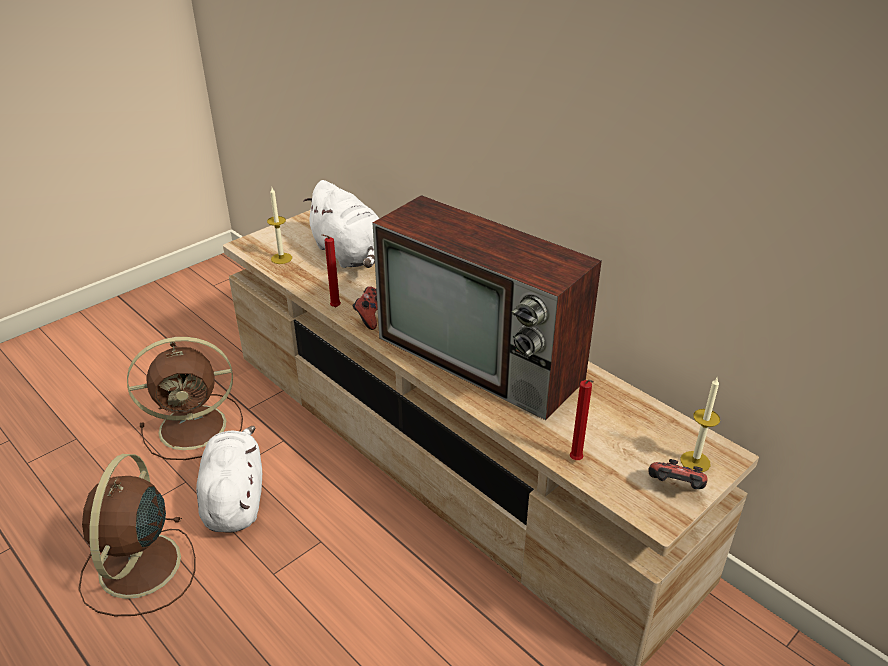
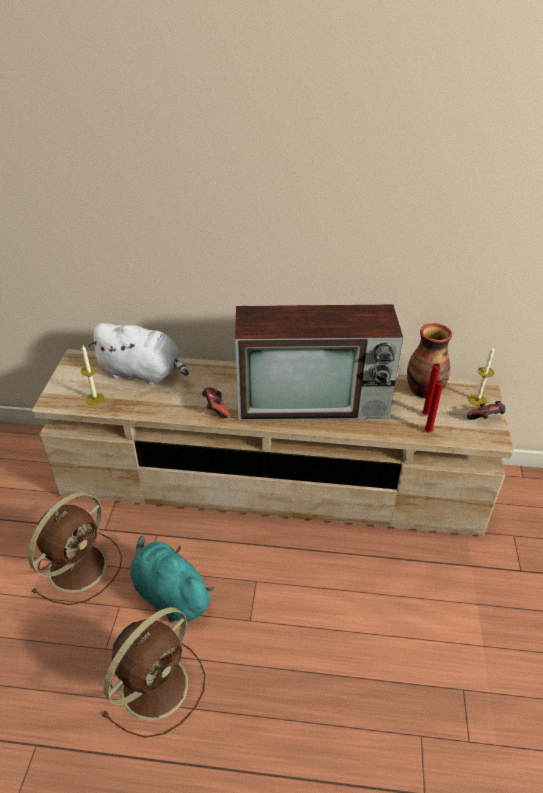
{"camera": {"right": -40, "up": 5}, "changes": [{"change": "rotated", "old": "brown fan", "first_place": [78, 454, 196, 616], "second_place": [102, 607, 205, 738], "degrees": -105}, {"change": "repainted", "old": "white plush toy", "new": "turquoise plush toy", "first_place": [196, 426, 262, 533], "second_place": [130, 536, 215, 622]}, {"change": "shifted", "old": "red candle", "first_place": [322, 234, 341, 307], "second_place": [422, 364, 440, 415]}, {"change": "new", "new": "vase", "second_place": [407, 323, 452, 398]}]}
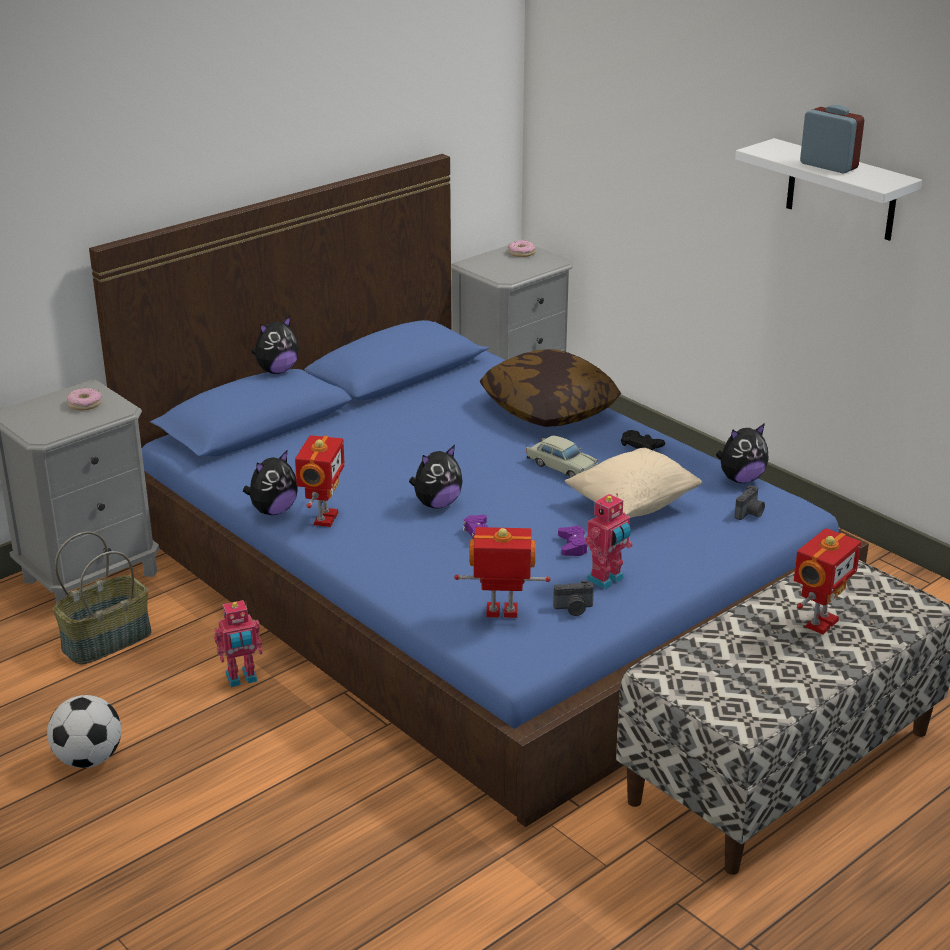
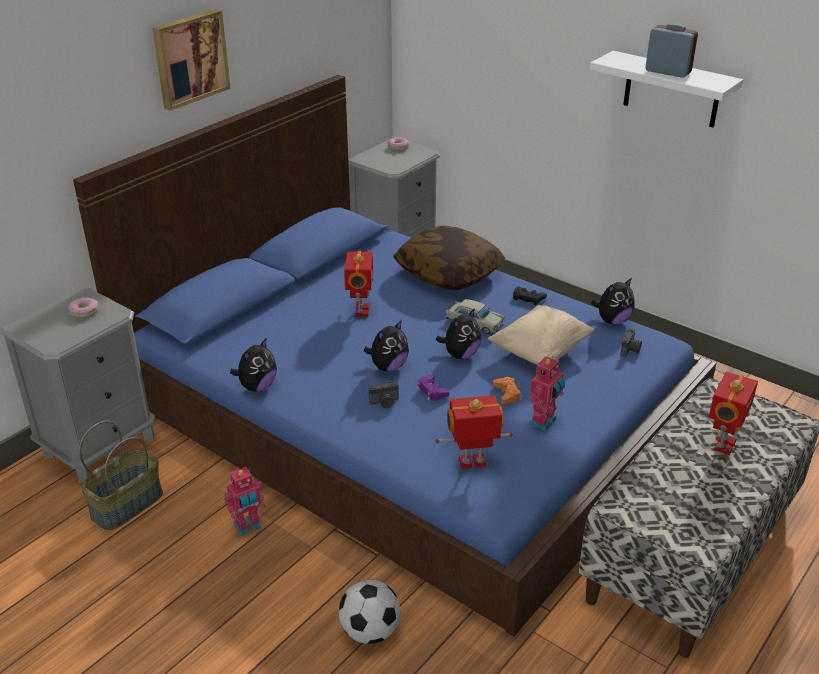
{"camera": {"right": -10, "up": 5}, "changes": [{"change": "shifted", "old": "football", "first_place": [47, 695, 122, 768], "second_place": [339, 580, 400, 644]}, {"change": "shifted", "old": "plush toy", "first_place": [252, 316, 299, 374], "second_place": [436, 308, 481, 359]}, {"change": "shifted", "old": "toy robot", "first_place": [295, 435, 345, 527], "second_place": [344, 251, 373, 317]}, {"change": "shifted", "old": "photo camera", "first_place": [553, 581, 594, 616], "second_place": [369, 381, 399, 408]}, {"change": "repainted", "old": "purple game controller", "new": "orange game controller", "first_place": [558, 526, 588, 556], "second_place": [493, 377, 521, 404]}, {"change": "new", "new": "picture", "second_place": [152, 9, 231, 111]}]}
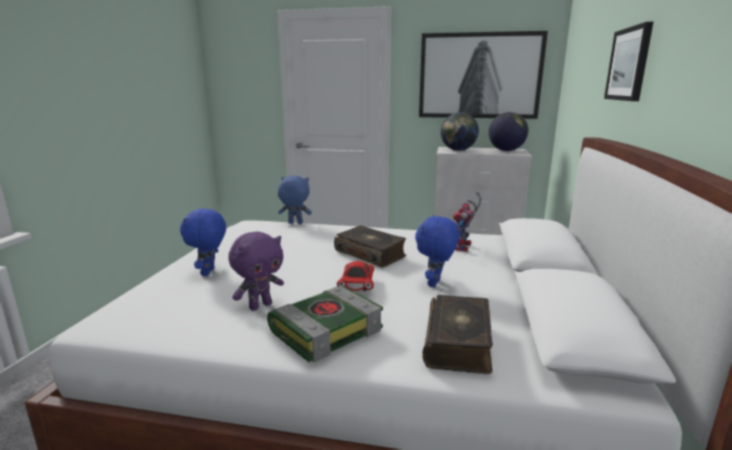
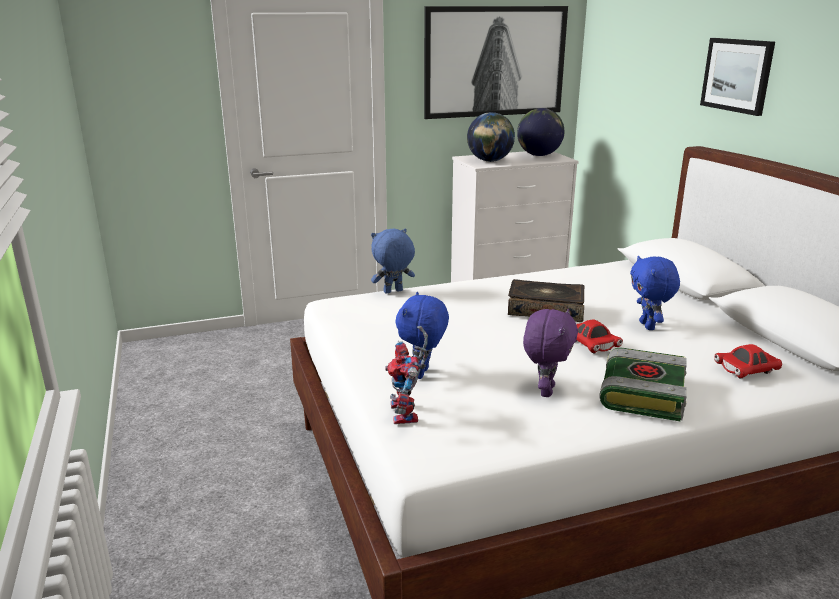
{"camera": {"right": -30, "up": 5}, "changes": [{"change": "rotated", "old": "blue plush toy", "first_place": [180, 208, 226, 276], "second_place": [396, 292, 449, 379], "degrees": 45}, {"change": "swapped", "old": "book", "new": "red toy car", "first_place": [422, 295, 493, 374], "second_place": [714, 344, 782, 379]}, {"change": "shifted", "old": "toy robot", "first_place": [453, 192, 481, 252], "second_place": [385, 326, 428, 424]}]}
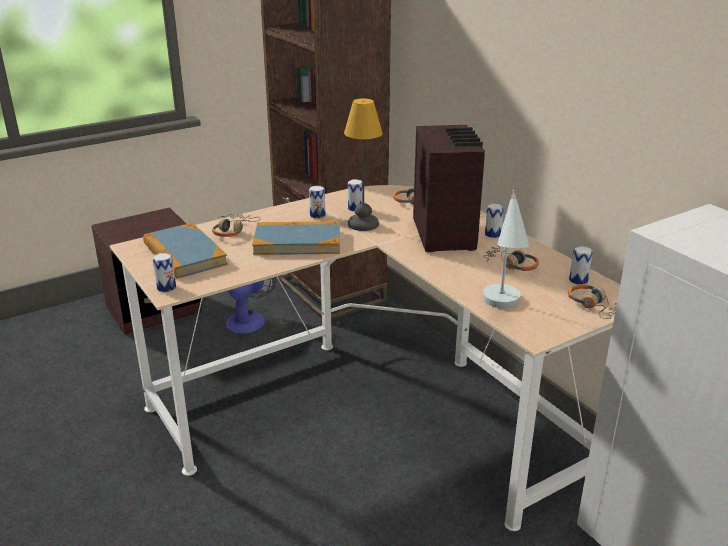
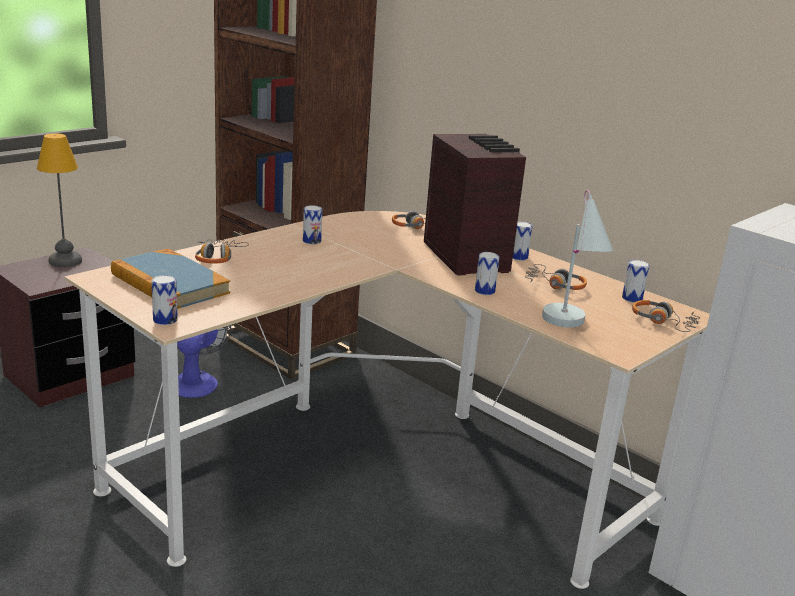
{"camera": {"right": -15, "up": -5}, "changes": [{"change": "gone", "old": "book", "first_place": [252, 221, 340, 255]}, {"change": "shifted", "old": "table lamp", "first_place": [344, 98, 383, 231], "second_place": [37, 133, 82, 267]}, {"change": "shifted", "old": "can", "first_place": [348, 179, 362, 212], "second_place": [475, 252, 500, 295]}]}
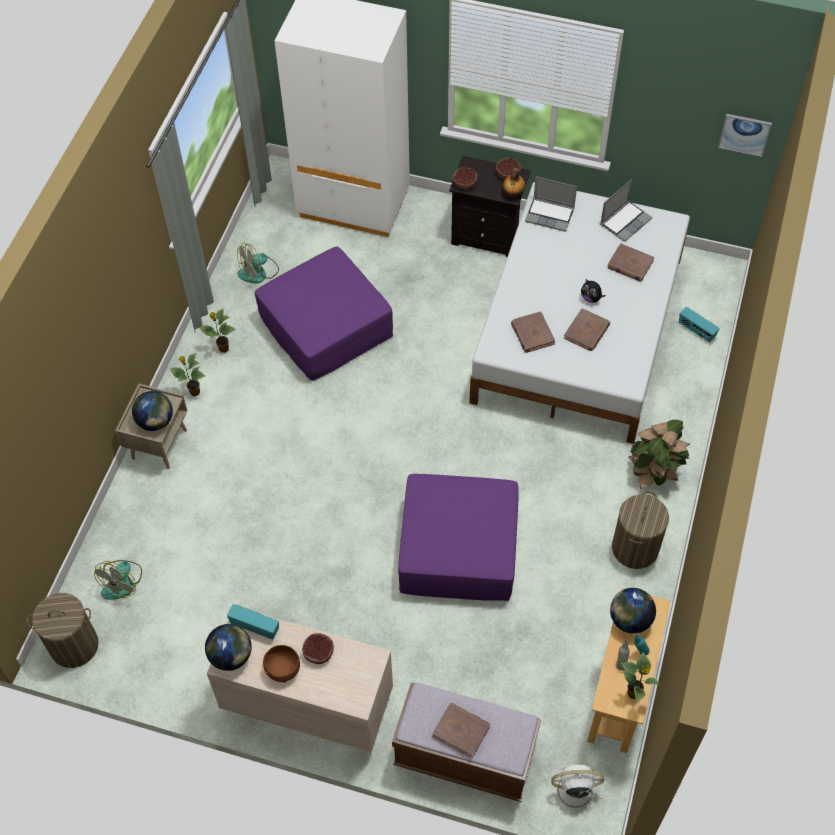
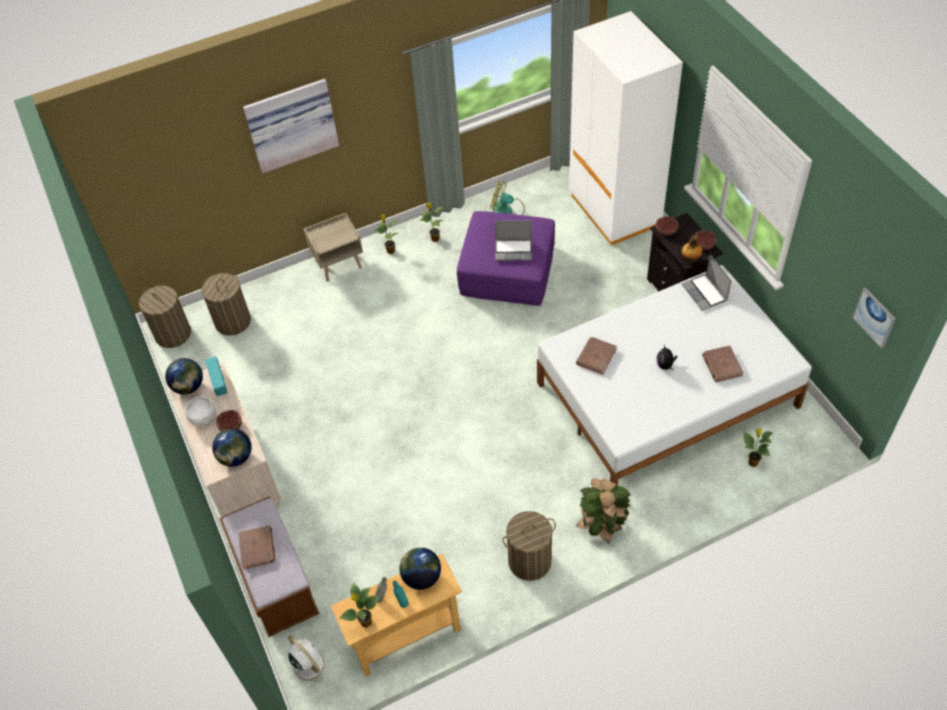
{"camera": {"right": 50, "up": -5}, "changes": [{"change": "swapped", "old": "fan", "new": "laundry basket", "first_place": [94, 560, 142, 600], "second_place": [201, 272, 251, 335]}, {"change": "shifted", "old": "globe", "first_place": [132, 391, 173, 431], "second_place": [212, 428, 252, 467]}, {"change": "repainted", "old": "brown bowl", "new": "white bowl", "first_place": [263, 645, 300, 683], "second_place": [184, 397, 215, 425]}, {"change": "gone", "old": "purple ottoman", "first_place": [398, 474, 519, 601]}, {"change": "gone", "old": "brown book", "first_place": [564, 308, 610, 351]}, {"change": "shifted", "old": "laptop", "first_place": [600, 179, 652, 242], "second_place": [495, 220, 532, 261]}, {"change": "swapped", "old": "radio", "new": "potted plant", "first_place": [679, 307, 720, 342], "second_place": [743, 428, 774, 467]}, {"change": "new", "new": "picture", "second_place": [243, 79, 339, 173]}]}
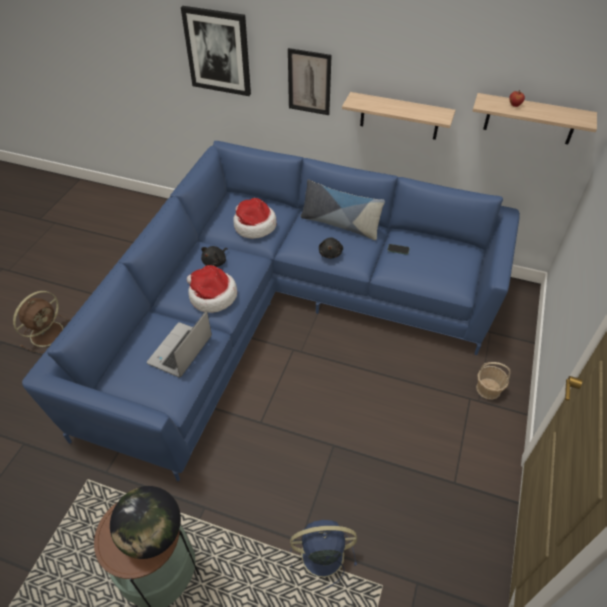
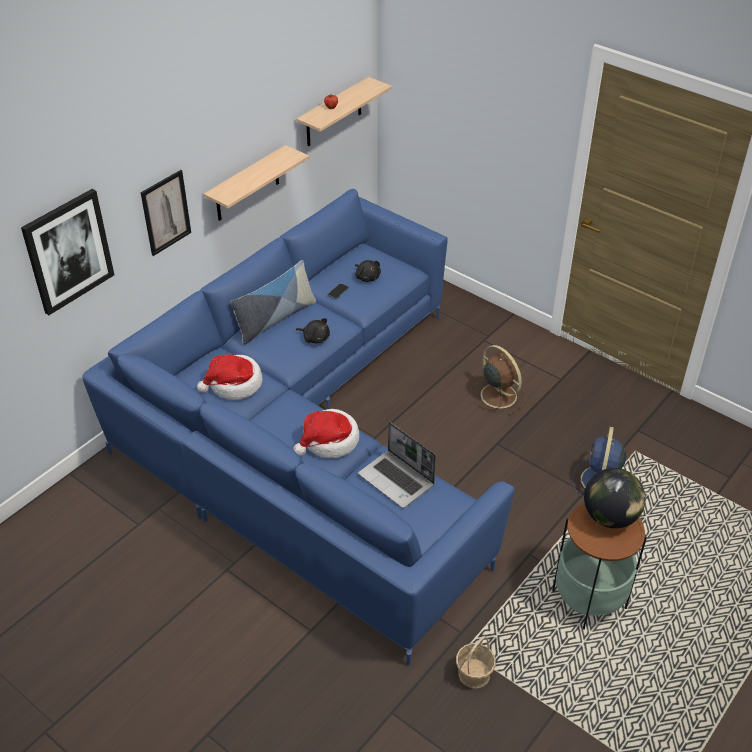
{"camera": {"right": -70, "up": -5}, "changes": [{"change": "shifted", "old": "brown fan", "first_place": [13, 291, 69, 353], "second_place": [470, 345, 525, 415]}, {"change": "shifted", "old": "black plush toy", "first_place": [201, 246, 228, 267], "second_place": [355, 260, 381, 282]}, {"change": "shifted", "old": "basket", "first_place": [476, 362, 510, 400], "second_place": [456, 635, 496, 689]}]}
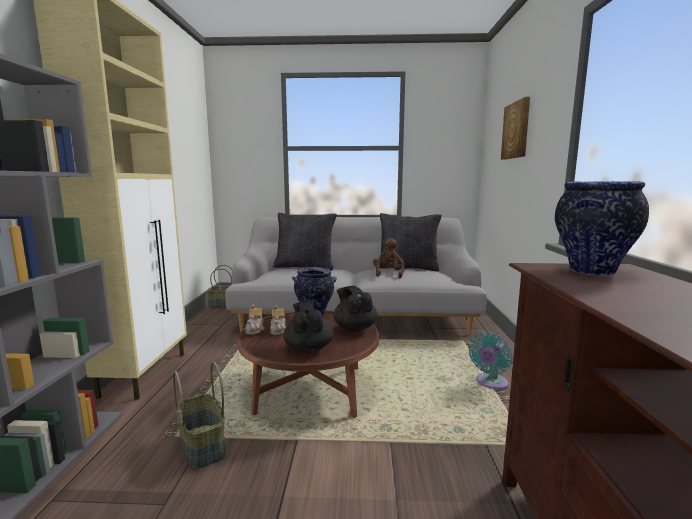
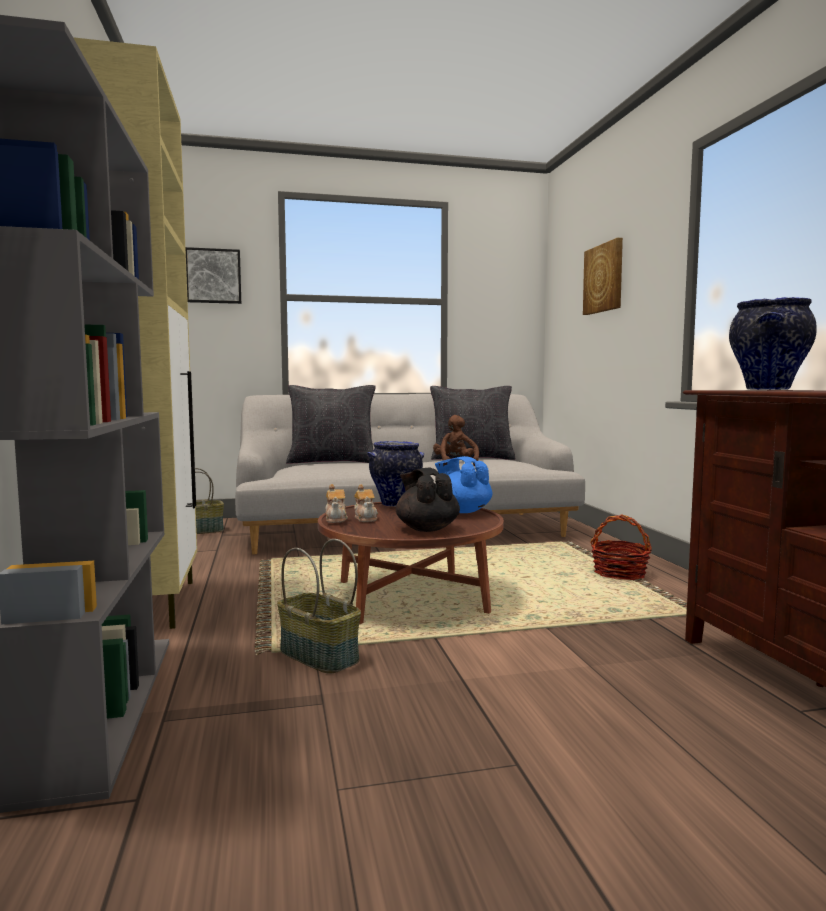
{"camera": {"right": -15, "up": -5}, "changes": [{"change": "repainted", "old": "black teapot", "new": "blue teapot", "first_place": [333, 286, 378, 332], "second_place": [435, 456, 492, 513]}, {"change": "swapped", "old": "turquoise fan", "new": "basket", "first_place": [468, 332, 512, 390], "second_place": [590, 514, 652, 580]}, {"change": "new", "new": "picture", "second_place": [185, 247, 241, 304]}]}
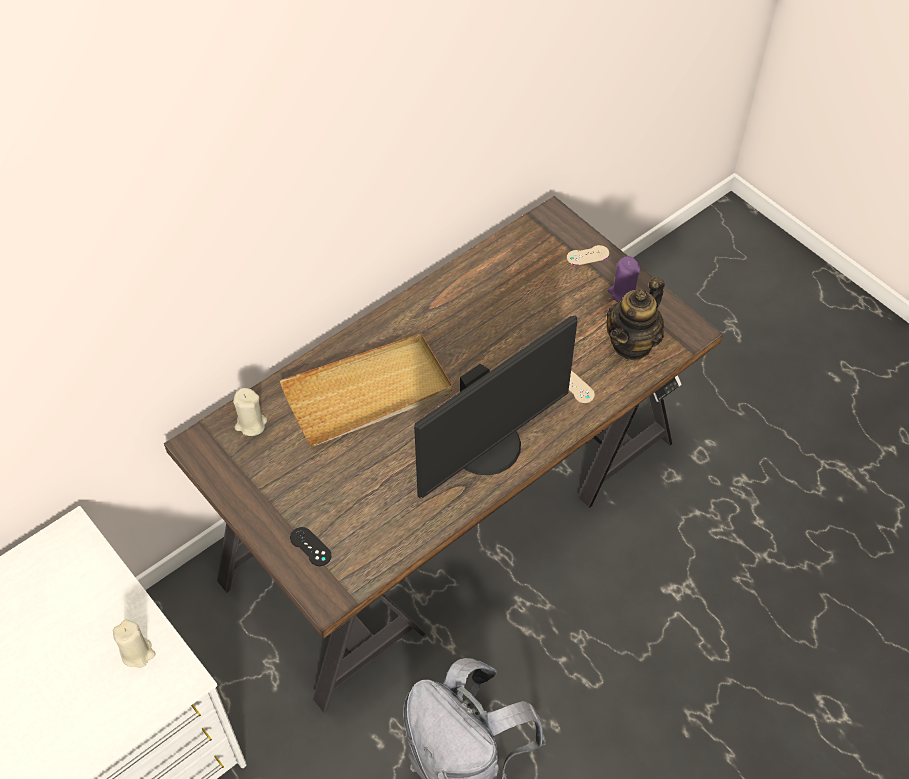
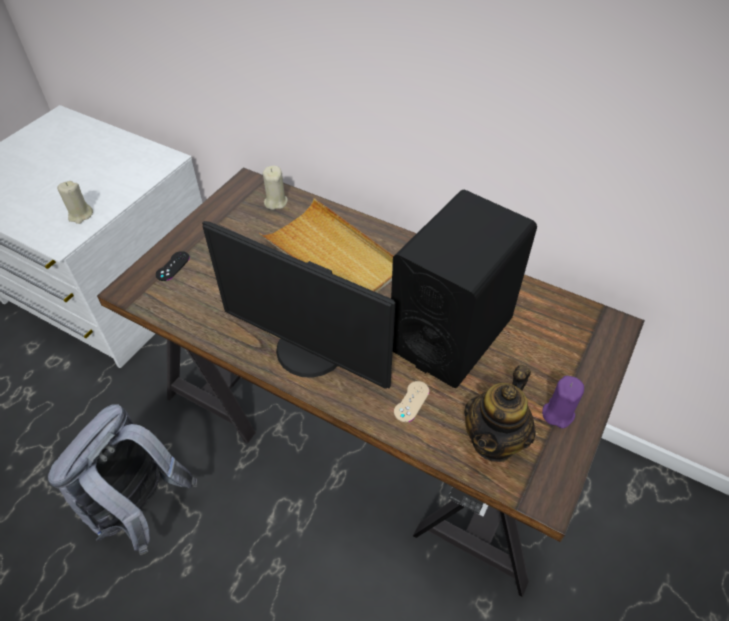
{"camera": {"right": 70, "up": -5}, "changes": [{"change": "gone", "old": "beige game controller", "first_place": [567, 245, 609, 265]}, {"change": "rotated", "old": "teapot", "first_place": [606, 277, 665, 361], "second_place": [464, 365, 536, 462], "degrees": -75}, {"change": "new", "new": "black speaker", "second_place": [391, 190, 537, 388]}]}
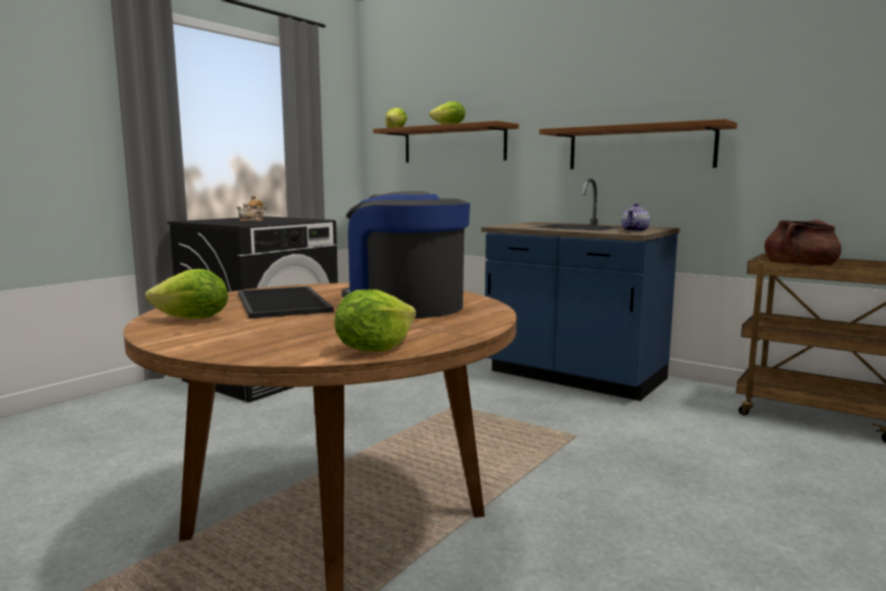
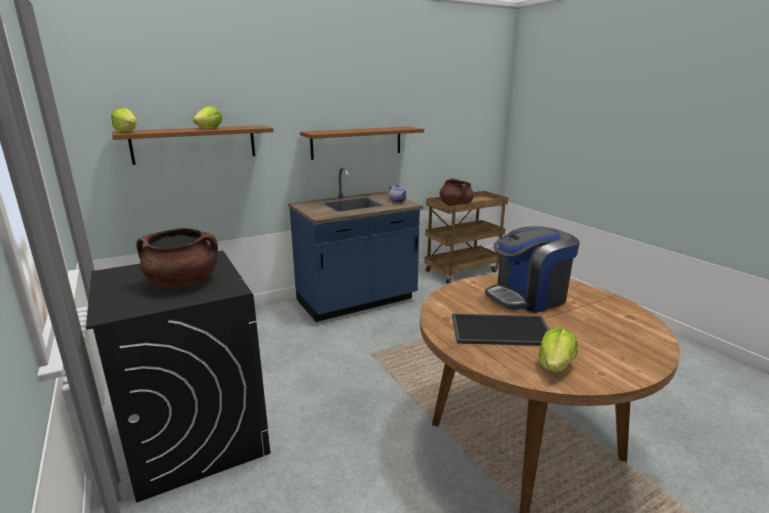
{"camera": {"right": -65, "up": 10}, "changes": [{"change": "swapped", "old": "teapot", "new": "brown cooking pot", "first_place": [237, 195, 267, 222], "second_place": [136, 228, 218, 287]}, {"change": "gone", "old": "lettuce", "first_place": [334, 289, 416, 351]}]}
